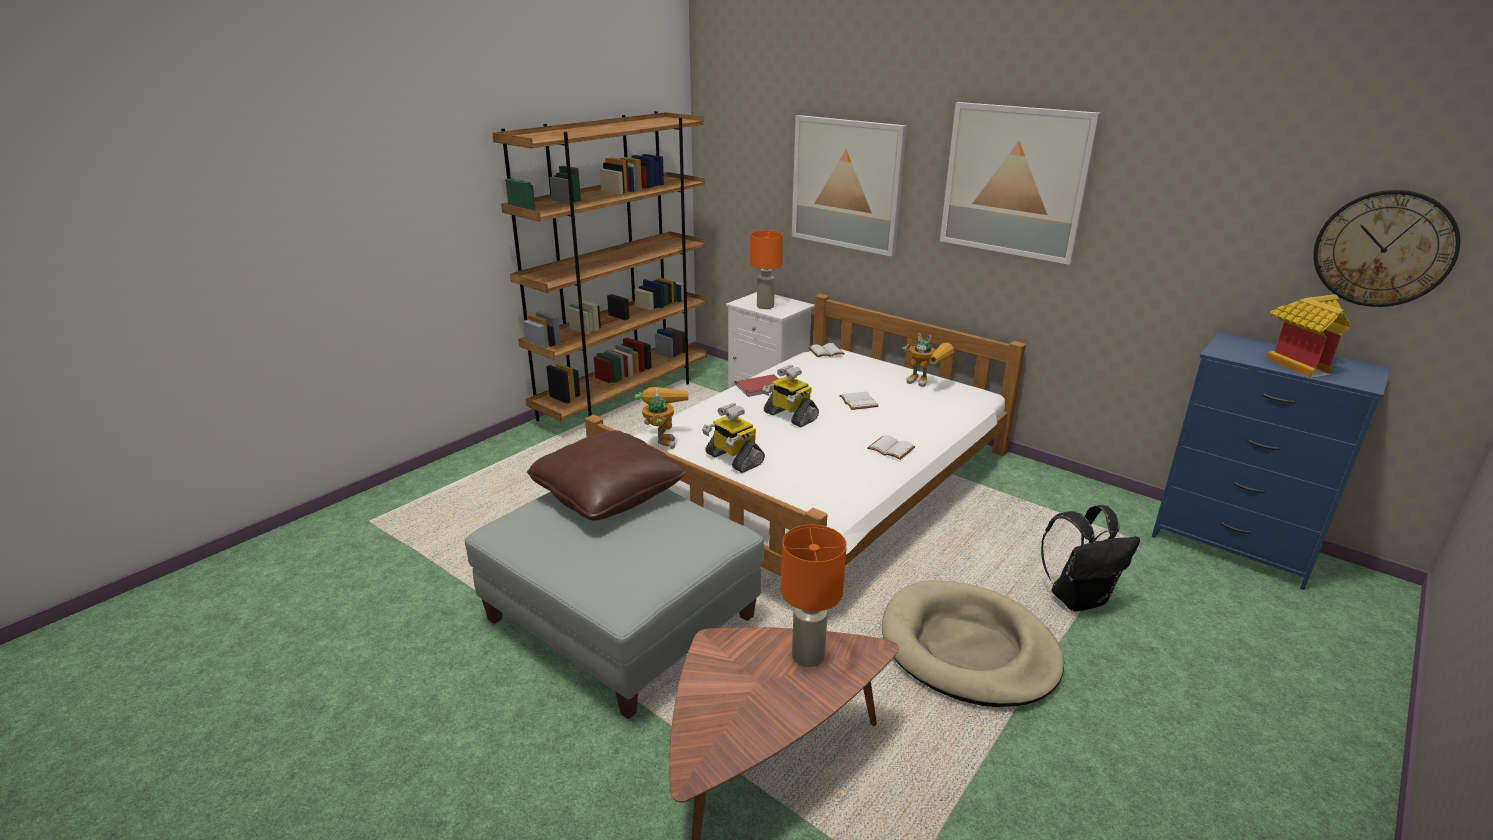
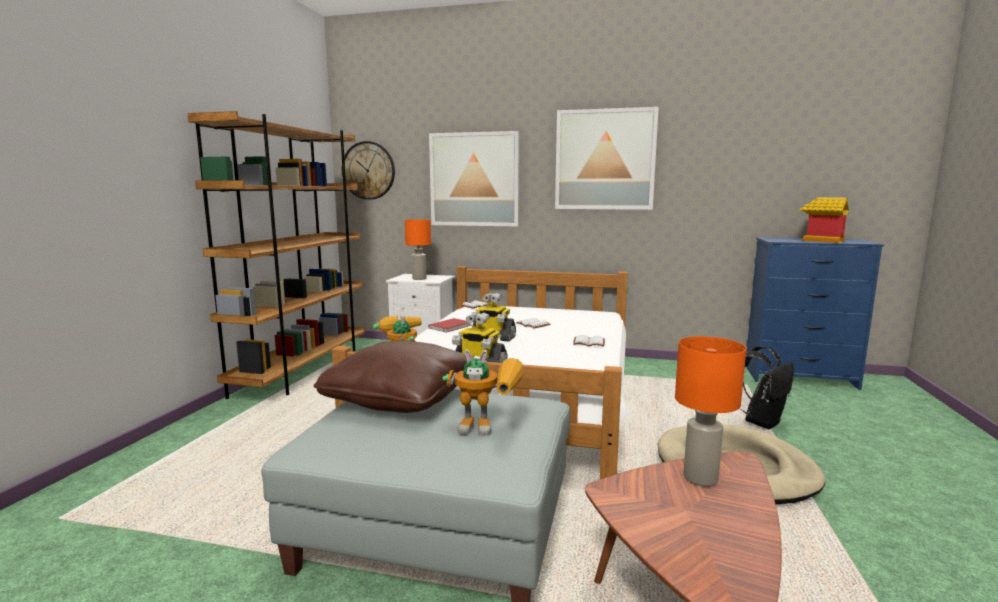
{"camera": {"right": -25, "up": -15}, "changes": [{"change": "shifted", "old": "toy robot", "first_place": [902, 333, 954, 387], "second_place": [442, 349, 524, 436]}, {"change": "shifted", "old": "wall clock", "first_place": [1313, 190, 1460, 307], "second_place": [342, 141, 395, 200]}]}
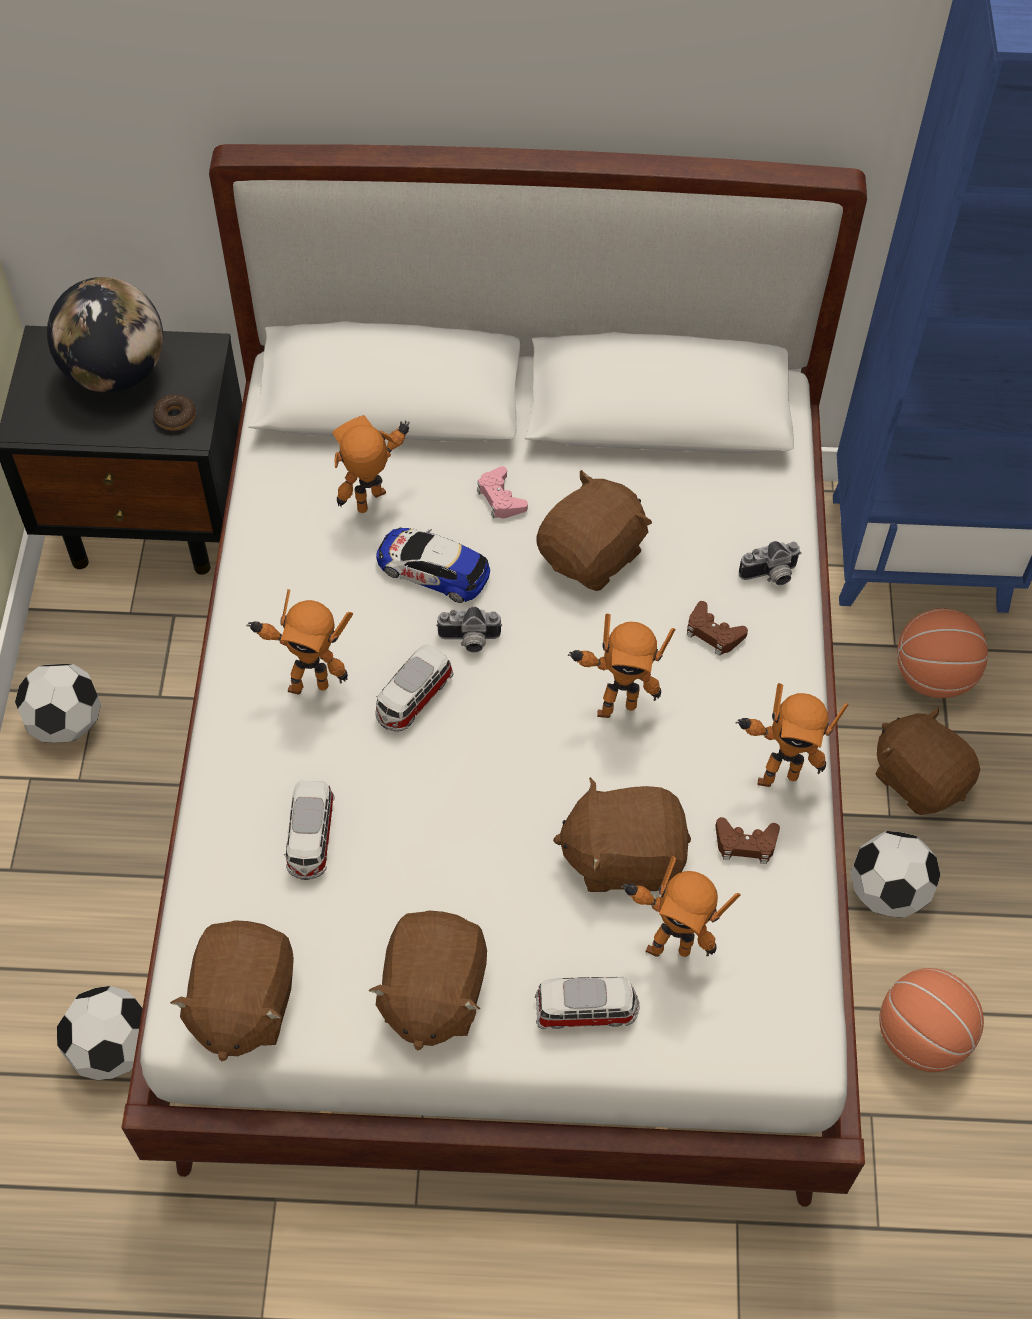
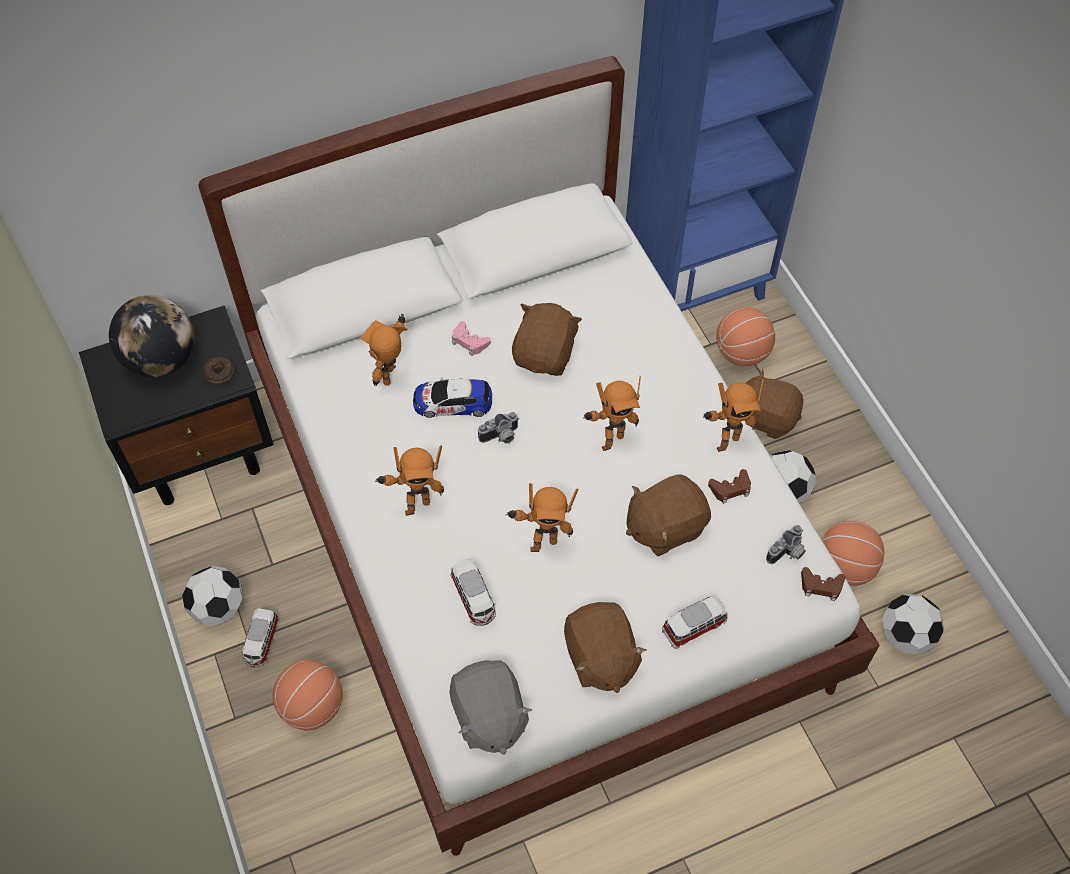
{"camera": {"right": -25, "up": 0}, "changes": [{"change": "shifted", "old": "football", "first_place": [57, 986, 143, 1080], "second_place": [883, 594, 944, 654]}, {"change": "repainted", "old": "brown plush toy", "new": "grey plush toy", "first_place": [170, 920, 294, 1061], "second_place": [450, 660, 532, 755]}, {"change": "shifted", "old": "toy car", "first_place": [375, 645, 454, 732], "second_place": [241, 608, 279, 667]}, {"change": "shifted", "old": "toy robot", "first_place": [621, 856, 741, 957], "second_place": [506, 483, 578, 552]}, {"change": "shifted", "old": "brown game controller", "first_place": [687, 601, 748, 656], "second_place": [801, 567, 846, 601]}, {"change": "shifted", "old": "photo camera", "first_place": [739, 541, 802, 585], "second_place": [766, 525, 806, 564]}, {"change": "new", "new": "basketball", "second_place": [272, 660, 343, 731]}]}
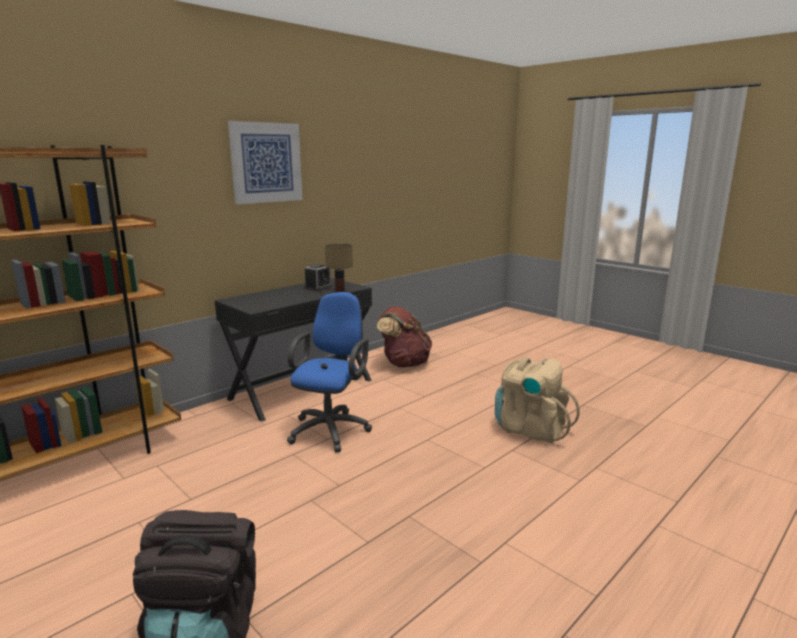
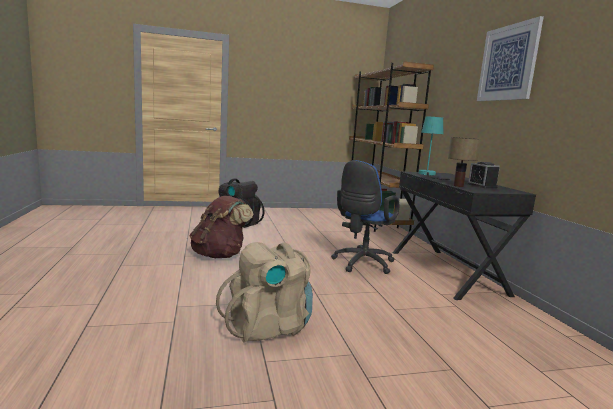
{"camera": {"right": 120, "up": -5}, "changes": [{"change": "rotated", "old": "blue office chair", "first_place": [287, 292, 372, 453], "second_place": [331, 160, 399, 274], "degrees": 75}, {"change": "shifted", "old": "brown backpack", "first_place": [377, 307, 432, 367], "second_place": [190, 196, 254, 258]}, {"change": "new", "new": "turquoise table lamp", "second_place": [419, 117, 450, 180]}]}
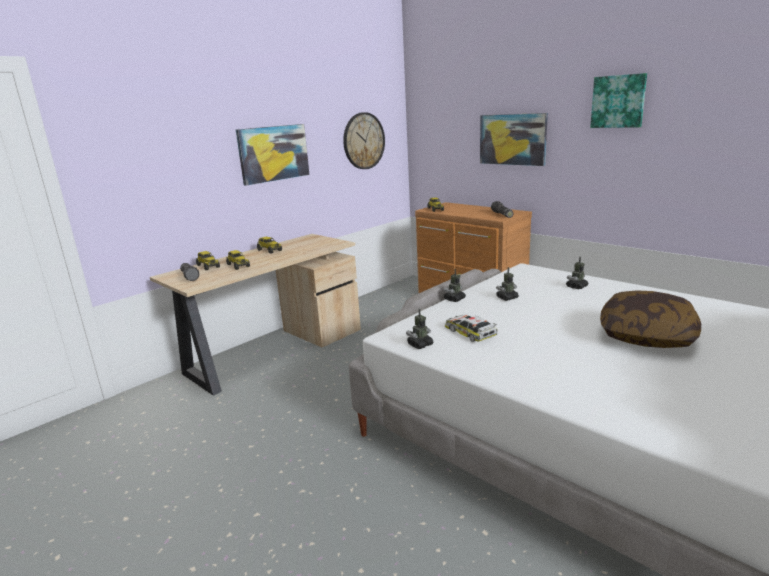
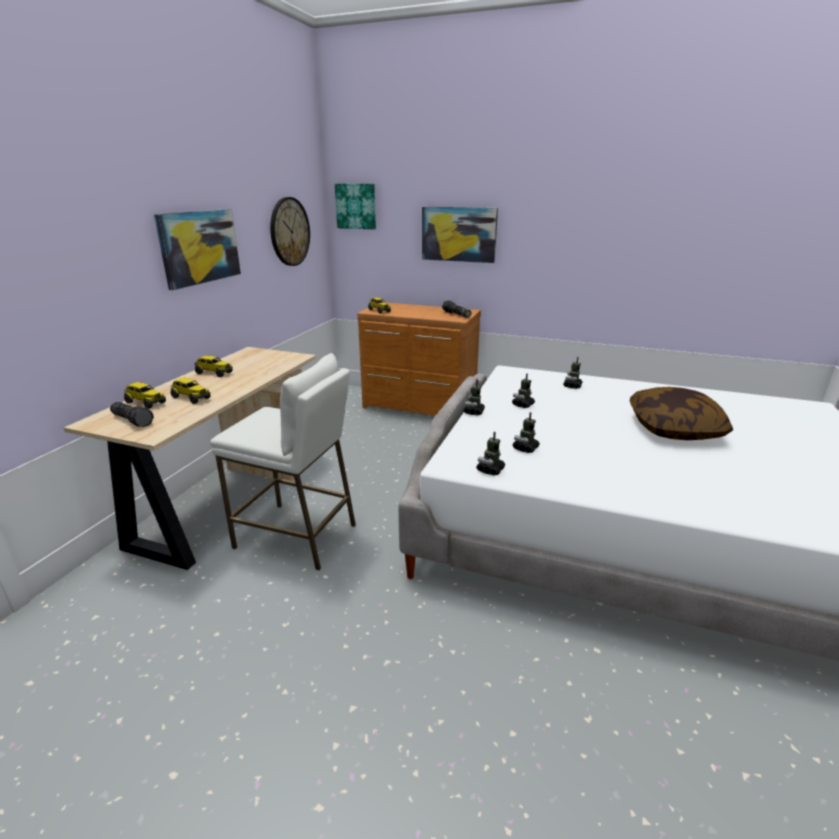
{"camera": {"right": -25, "up": 5}, "changes": [{"change": "swapped", "old": "toy car", "new": "toy robot", "first_place": [445, 315, 497, 342], "second_place": [513, 412, 540, 453]}, {"change": "shifted", "old": "picture", "first_place": [590, 73, 647, 128], "second_place": [335, 184, 376, 230]}, {"change": "new", "new": "white stool", "second_place": [210, 353, 356, 570]}]}
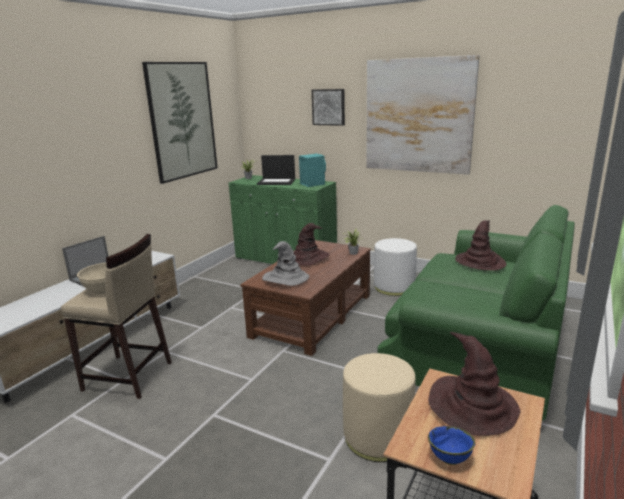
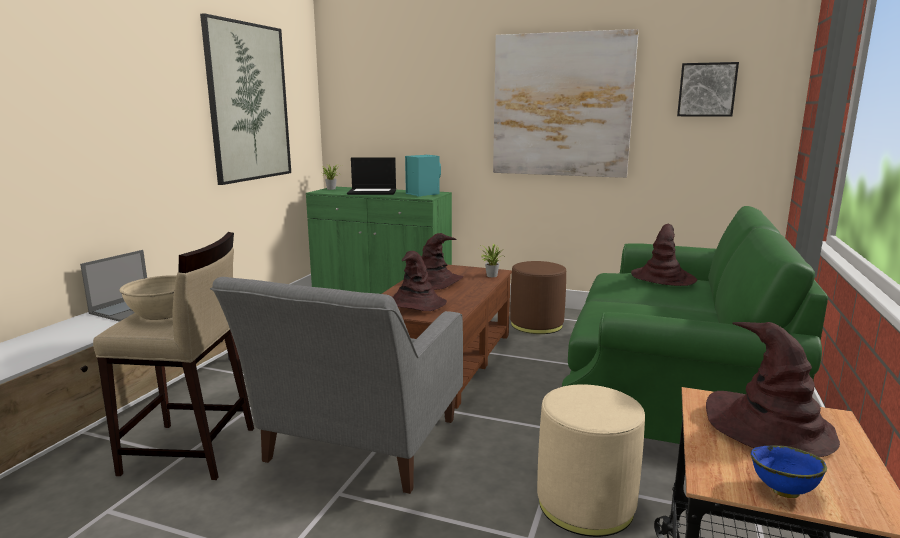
{"camera": {"right": -10, "up": -5}, "changes": [{"change": "repainted", "old": "grey hat", "new": "brown hat", "first_place": [262, 241, 310, 286], "second_place": [392, 251, 447, 311]}, {"change": "shifted", "old": "picture", "first_place": [312, 89, 345, 126], "second_place": [677, 62, 739, 117]}, {"change": "repainted", "old": "white ottoman", "new": "brown ottoman", "first_place": [374, 238, 417, 296], "second_place": [510, 261, 566, 334]}, {"change": "new", "new": "grey armchair", "second_place": [210, 277, 463, 494]}]}
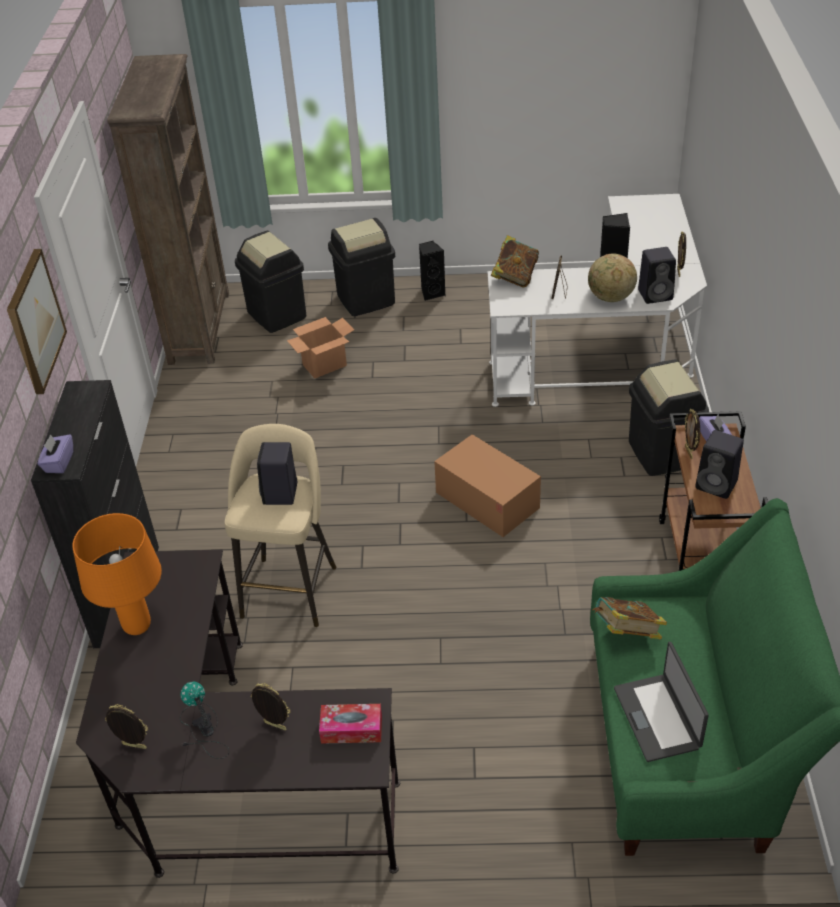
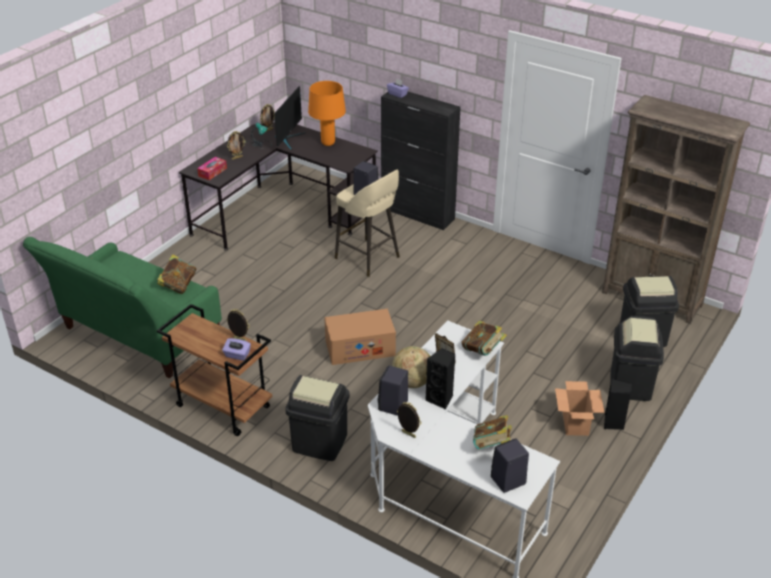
{"camera": {"right": 120, "up": -5}, "changes": [{"change": "gone", "old": "picture", "first_place": [7, 249, 67, 394]}, {"change": "shifted", "old": "cardboard box", "first_place": [287, 317, 354, 378], "second_place": [555, 381, 605, 436]}, {"change": "gone", "old": "laptop", "first_place": [614, 642, 709, 762]}, {"change": "shifted", "old": "black speaker", "first_place": [695, 430, 744, 499], "second_place": [491, 438, 529, 493]}, {"change": "new", "new": "monitor", "second_place": [274, 86, 306, 150]}, {"change": "new", "new": "book", "second_place": [473, 415, 512, 450]}]}
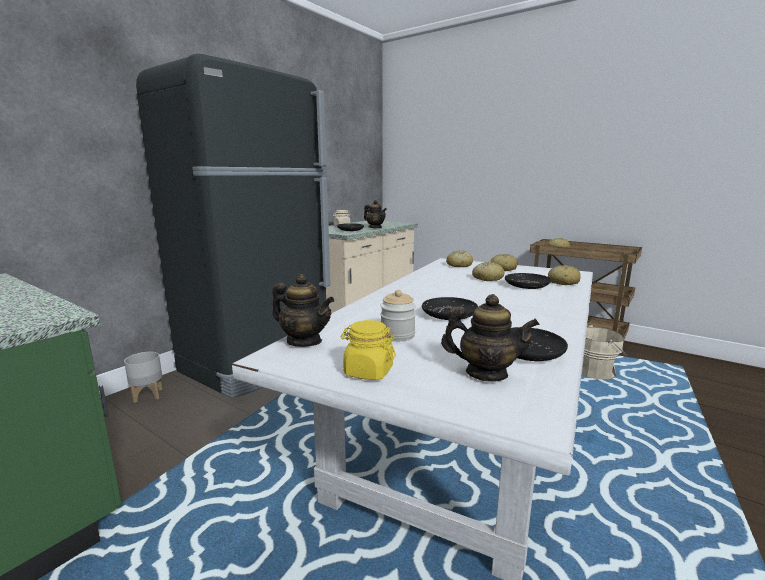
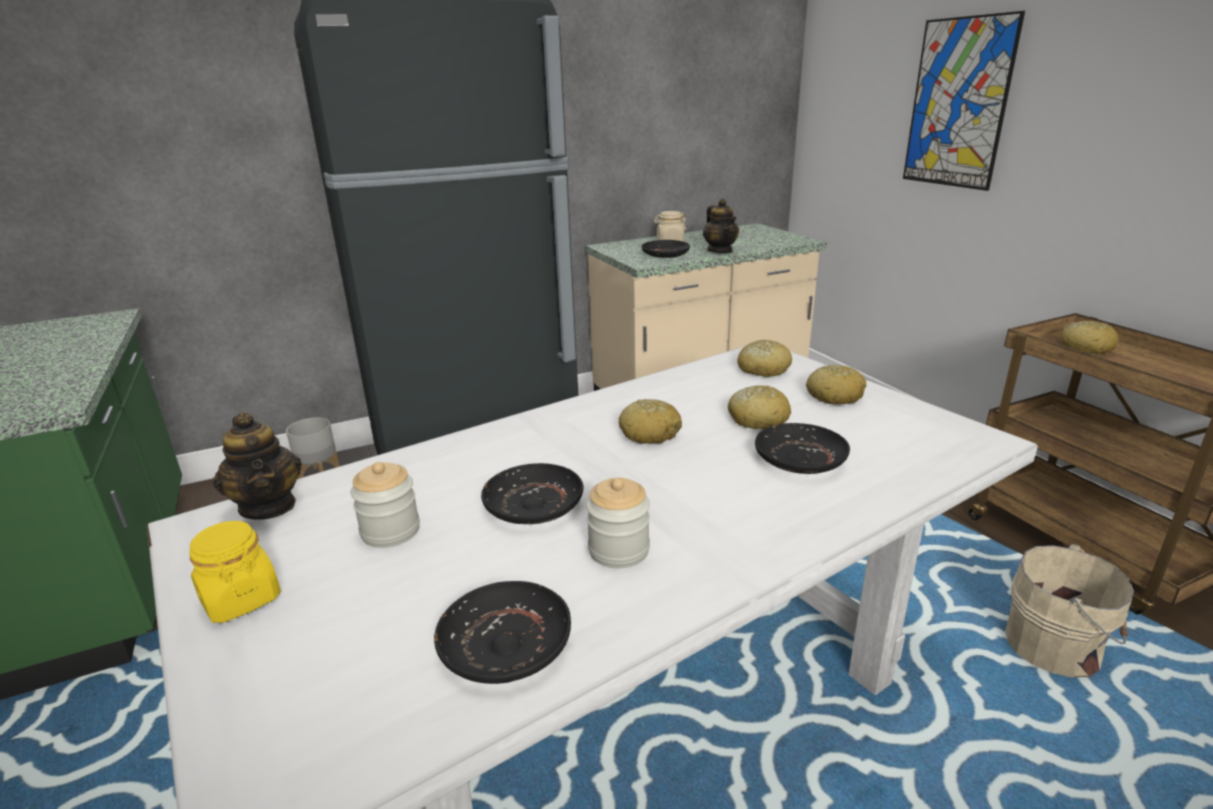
{"camera": {"right": 30, "up": 10}, "changes": [{"change": "gone", "old": "teapot", "first_place": [441, 294, 539, 382]}, {"change": "shifted", "old": "bread", "first_place": [548, 265, 581, 285], "second_place": [619, 399, 682, 444]}, {"change": "new", "new": "jar", "second_place": [586, 477, 650, 568]}, {"change": "new", "new": "picture", "second_place": [903, 11, 1025, 191]}]}
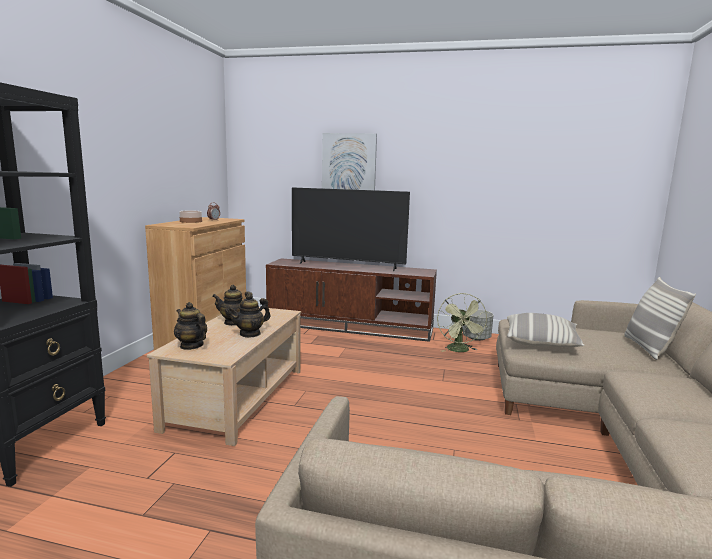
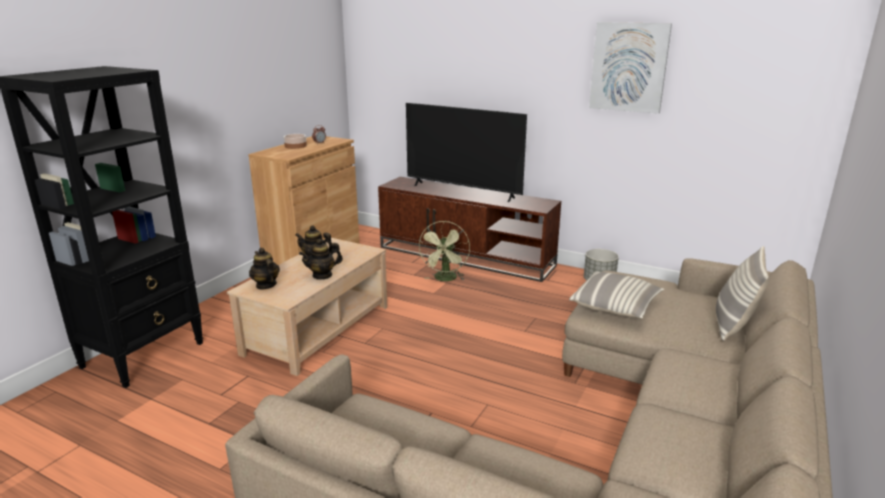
{"camera": {"right": 15, "up": 10}, "changes": [{"change": "shifted", "old": "picture", "first_place": [322, 133, 377, 190], "second_place": [589, 22, 672, 114]}, {"change": "shifted", "old": "green fan", "first_place": [437, 293, 489, 352], "second_place": [419, 221, 470, 281]}]}
